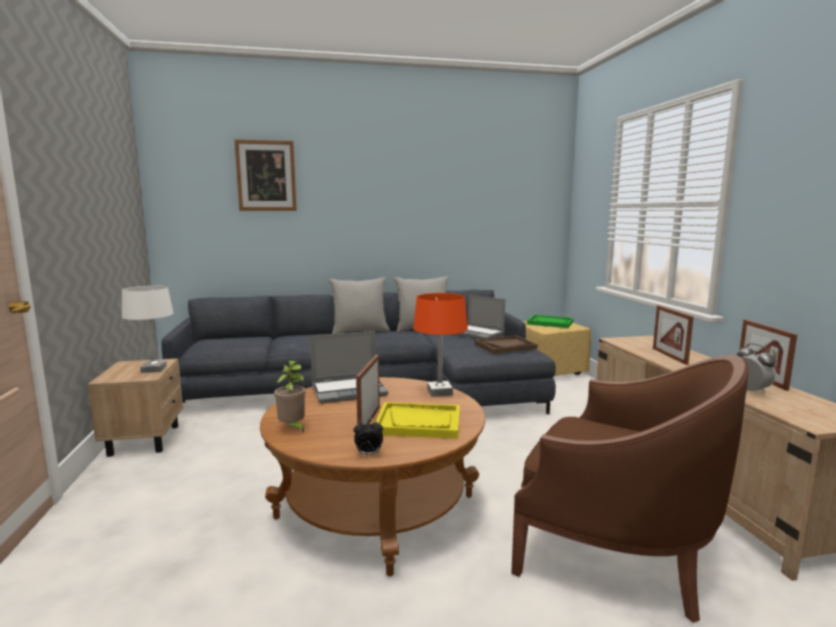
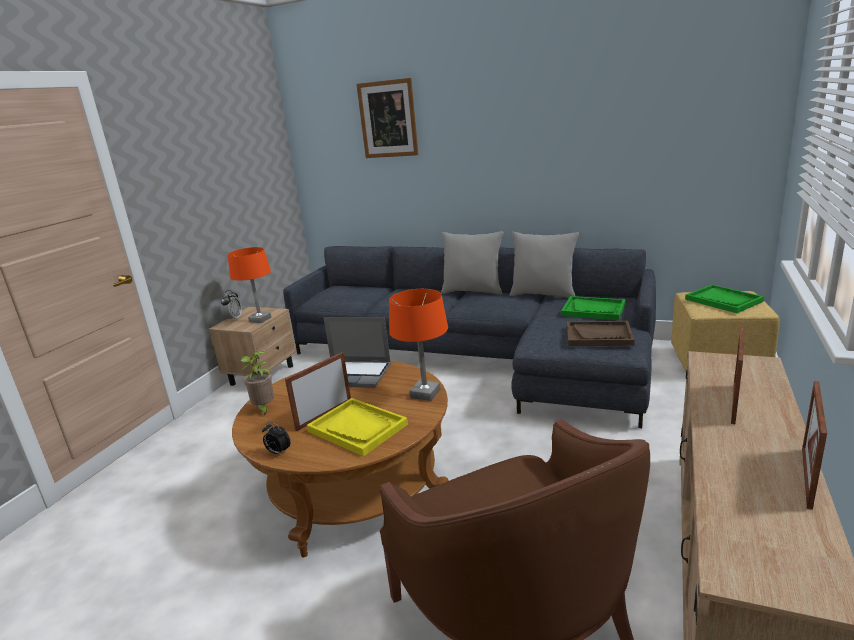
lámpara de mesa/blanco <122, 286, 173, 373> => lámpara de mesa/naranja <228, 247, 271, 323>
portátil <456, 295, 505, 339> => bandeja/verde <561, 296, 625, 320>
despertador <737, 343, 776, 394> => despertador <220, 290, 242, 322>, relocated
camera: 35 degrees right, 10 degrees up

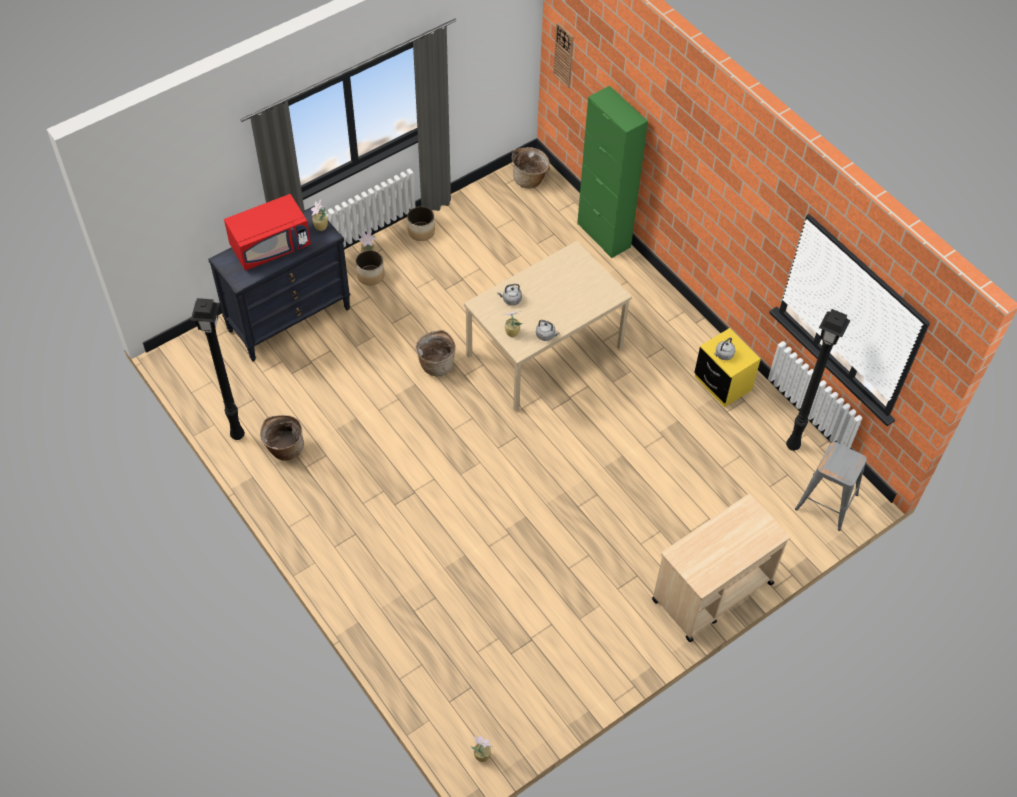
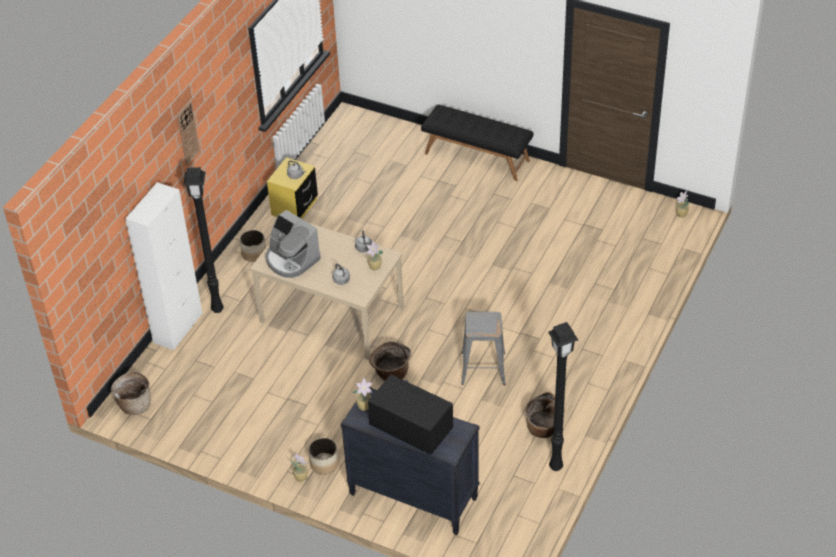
reloj de pared <553, 22, 573, 88> => reloj de pared <177, 101, 200, 165>, relocated
armario/verde <577, 86, 648, 258> => armario/blanco <125, 182, 203, 350>
microondas/rojo <224, 194, 311, 271> => microondas/negro <368, 375, 453, 456>
maceta <407, 206, 435, 241> => maceta <240, 230, 266, 262>, relocated
lámpara de pie/negro <786, 309, 850, 451> => lámpara de pie/negro <183, 167, 224, 313>, relocated
taburete/gris <795, 442, 867, 531> => taburete/gris <461, 312, 505, 385>, relocated
carrito/beis <652, 494, 790, 642> => banco/negro <421, 105, 534, 181>
nothing => cafetera <265, 210, 321, 278>
camera: 115 degrees left, 10 degrees down

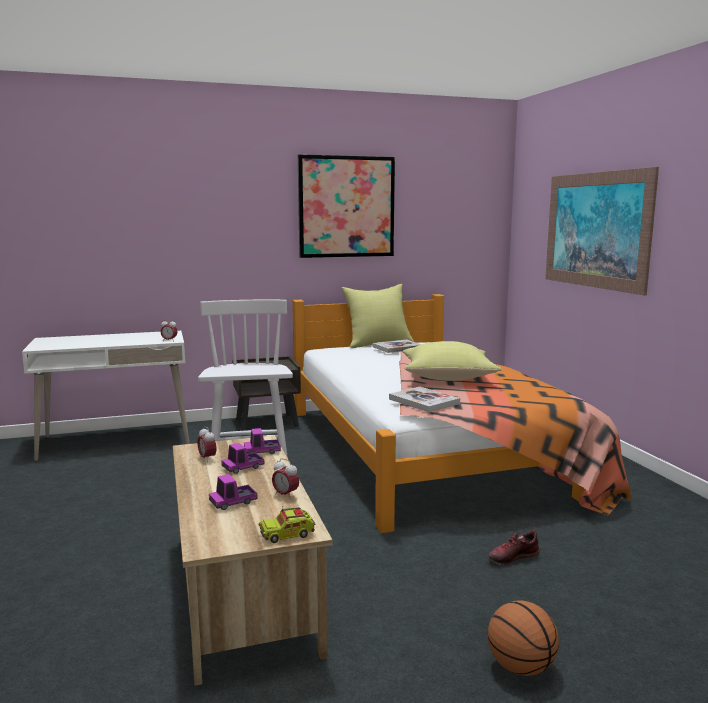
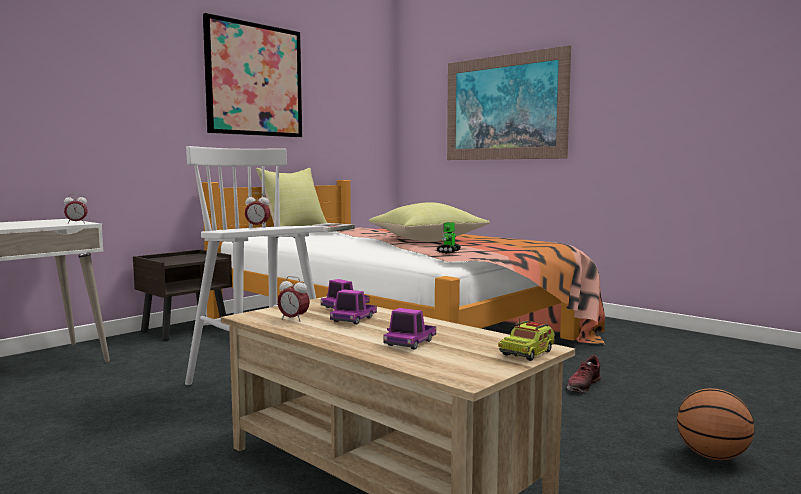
libro <389, 387, 460, 412> => robot de juguete <437, 222, 461, 254>
despertador <272, 458, 299, 499> => despertador <245, 193, 270, 228>, relocated
camera: 30 degrees left, 5 degrees down

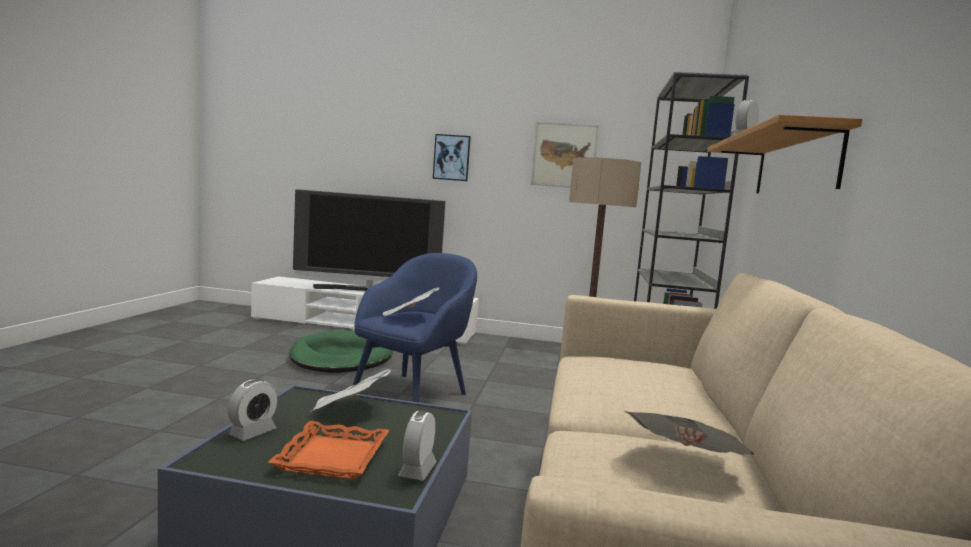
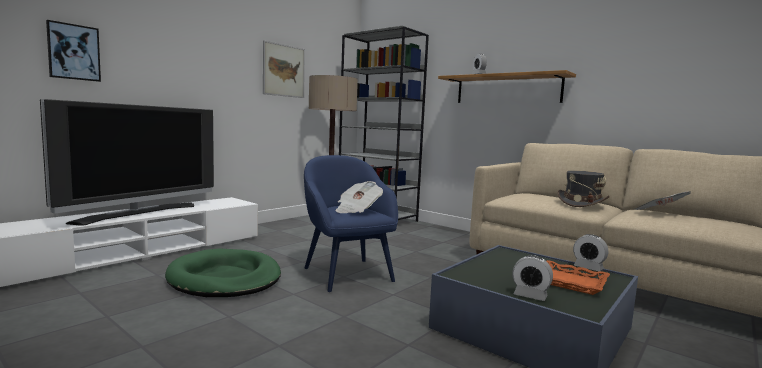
cuadro <433, 134, 471, 181> => cuadro <46, 20, 101, 82>, relocated
periódico <310, 370, 391, 412> => nothing
despertador <228, 379, 278, 440> => despertador <512, 255, 553, 301>, 150 degrees clockwise
nothing => sombrero/gris <557, 171, 610, 207>
camera: 60 degrees left, 0 degrees up

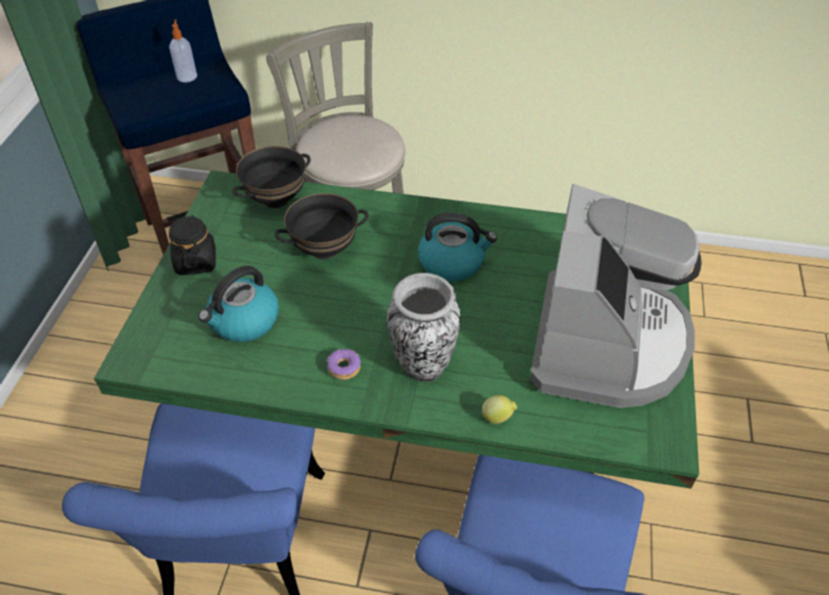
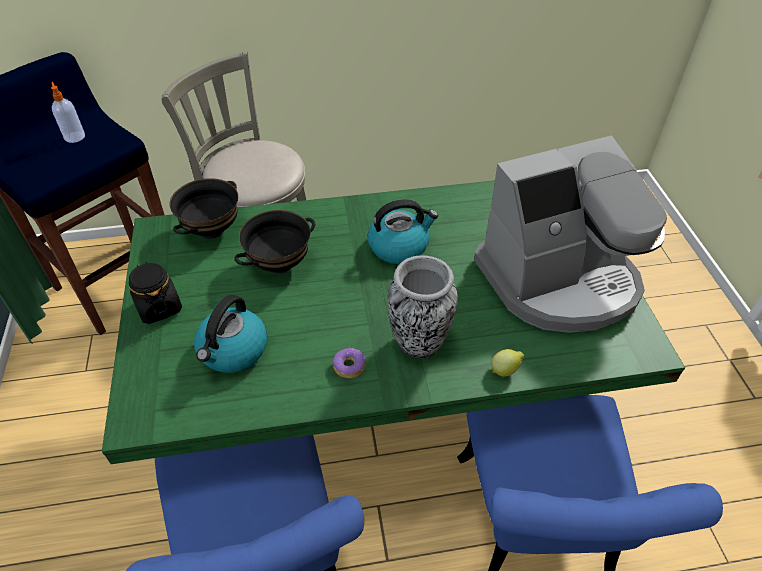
cafetera <530, 184, 702, 408> => cafetera <474, 135, 667, 333>, 75 degrees clockwise
camera: 20 degrees left, 0 degrees up

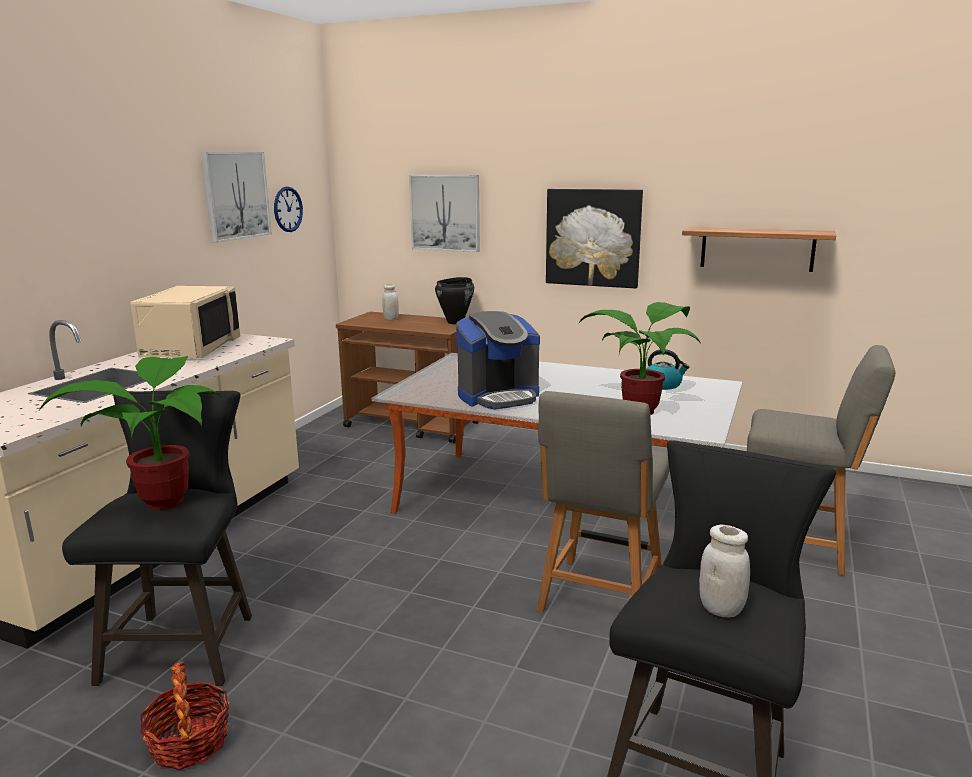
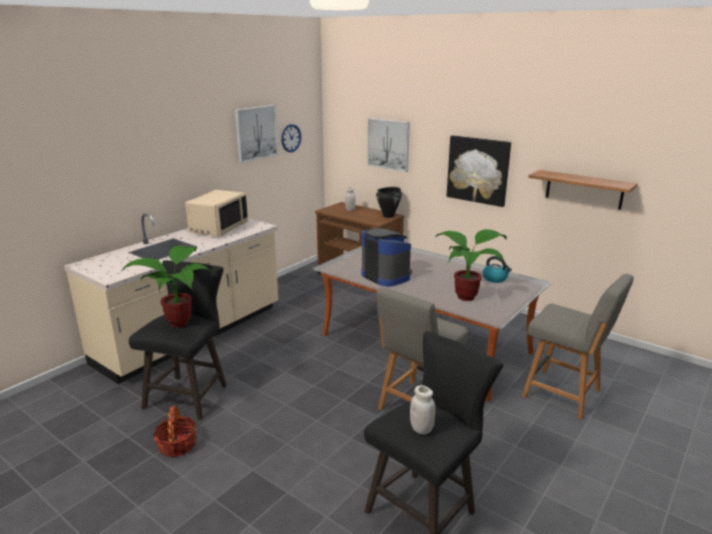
cafetera <456, 311, 540, 410> => cafetera <361, 228, 412, 286>, 120 degrees counterclockwise
camera: 15 degrees right, 5 degrees up

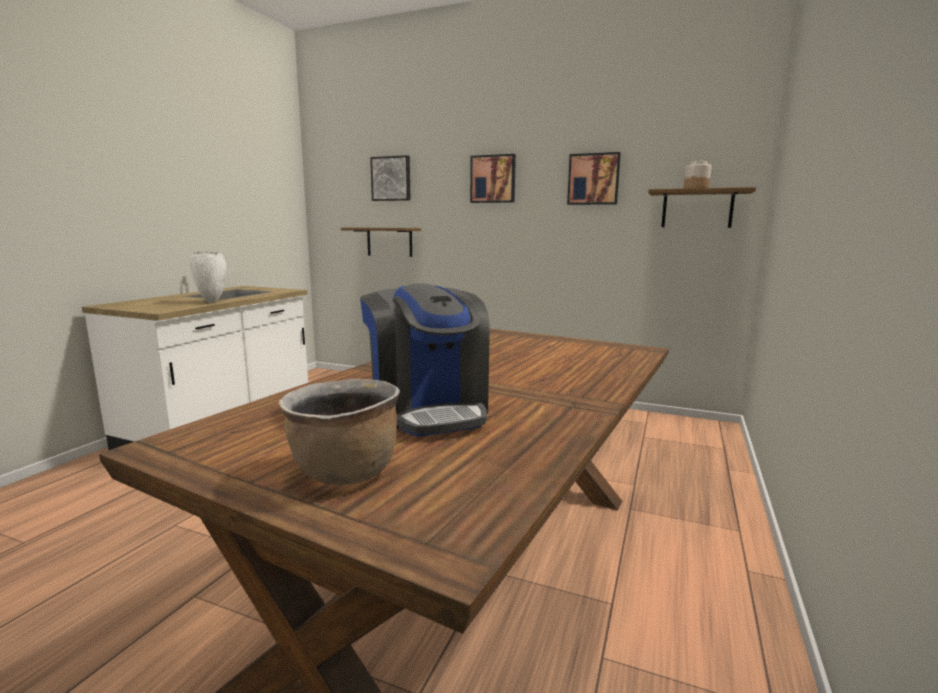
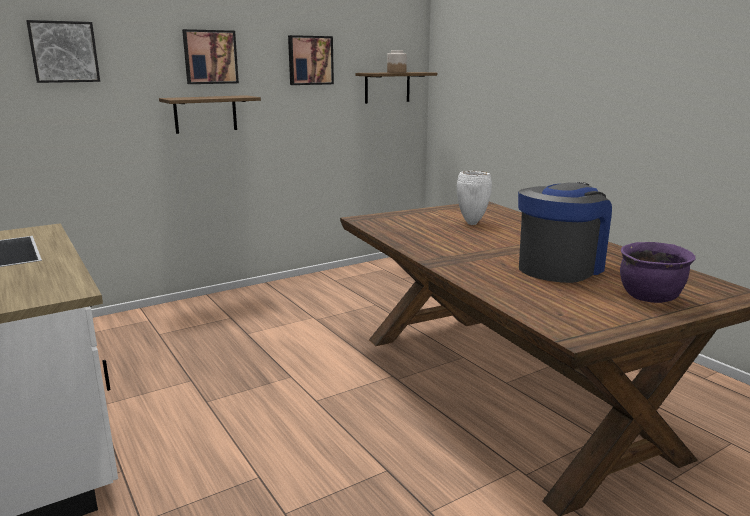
estante <341, 228, 421, 257> => estante <159, 95, 261, 134>, relocated
florero/blanco <190, 252, 227, 302> => florero/blanco <457, 171, 492, 225>, relocated
cafetera <360, 283, 490, 437> => cafetera <518, 182, 612, 283>, 60 degrees counterclockwise
olla/marrón <278, 379, 400, 485> => olla/morado <620, 242, 695, 303>
camera: 55 degrees left, 5 degrees up

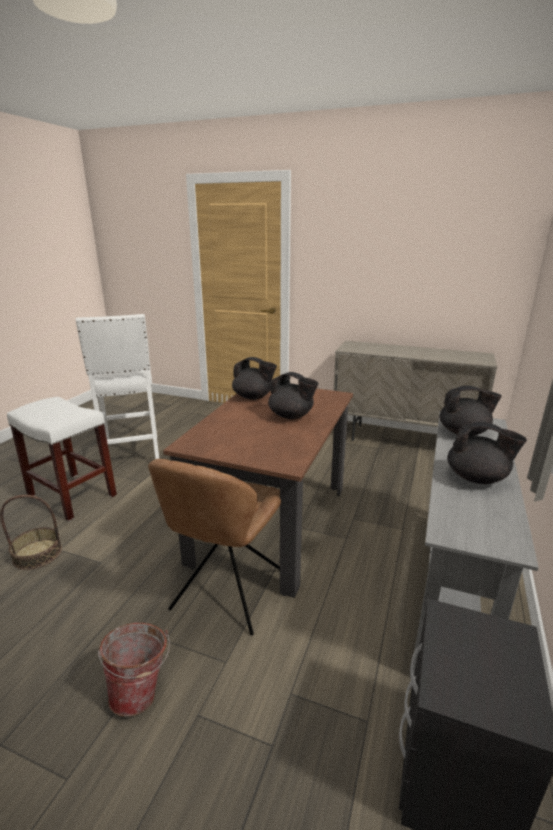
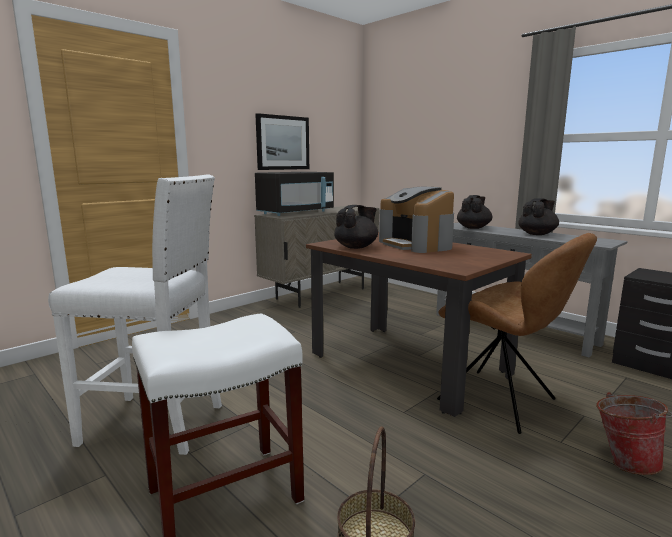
tetera/negro <268, 372, 319, 419> => cafetera <379, 187, 454, 253>
nothing => cuadro <255, 113, 309, 170>
nothing => microondas/negro <255, 172, 334, 216>
camera: 65 degrees left, 10 degrees down

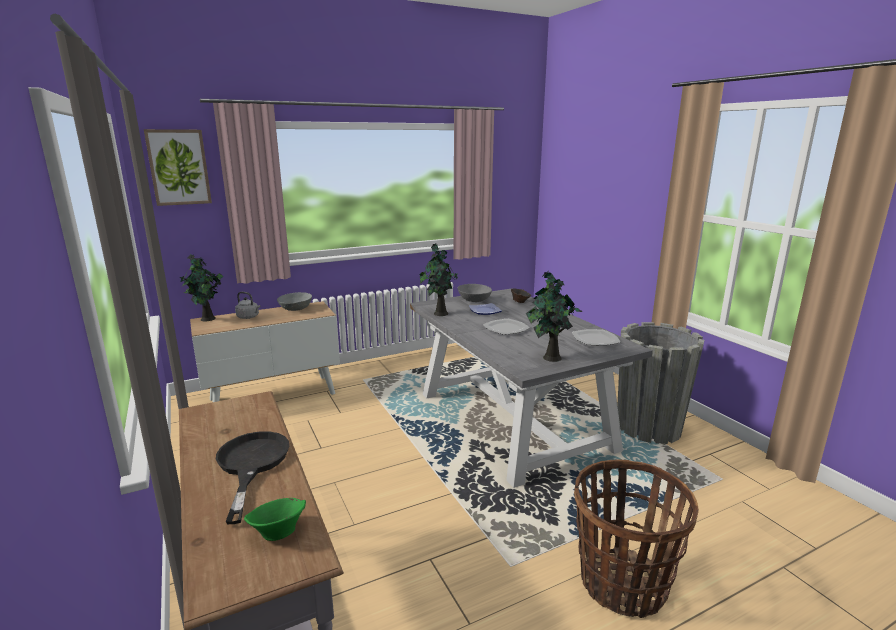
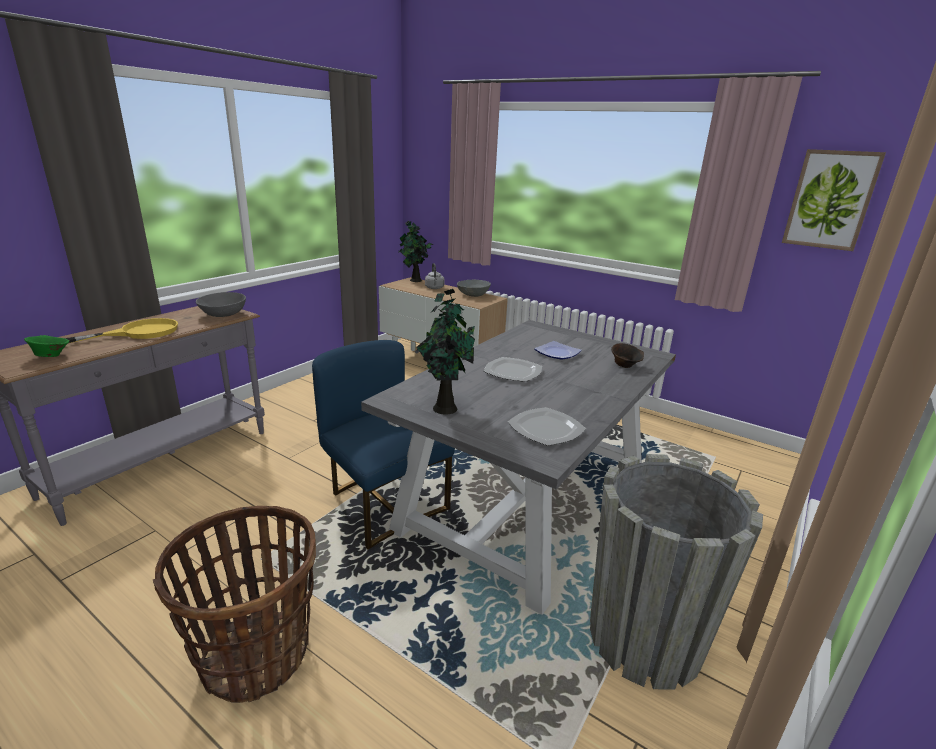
cuadro <144, 129, 212, 206> => cuadro <782, 149, 886, 251>, relocated
planta en maceta <420, 244, 458, 316> => nothing
cuenco/gris <458, 284, 492, 302> => cuenco/gris <196, 292, 246, 317>, relocated
sartén/negro <216, 431, 289, 524> => sartén/amarillo <65, 318, 178, 343>
nothing => silla/azul <312, 340, 455, 549>
camera: 60 degrees right, 5 degrees up

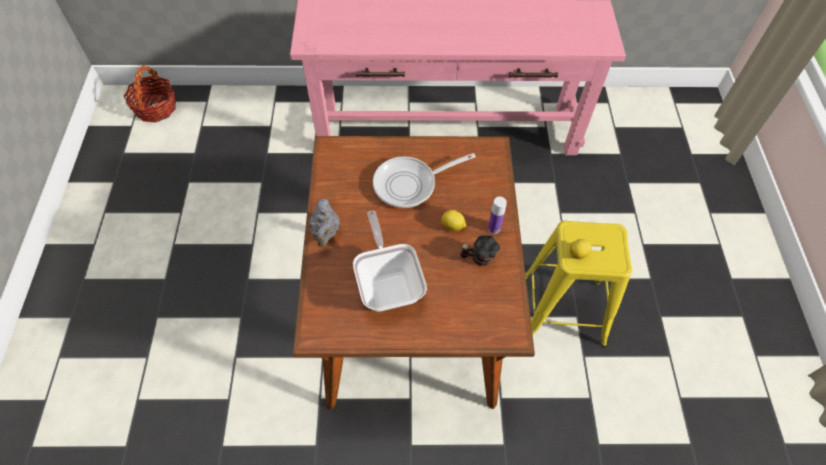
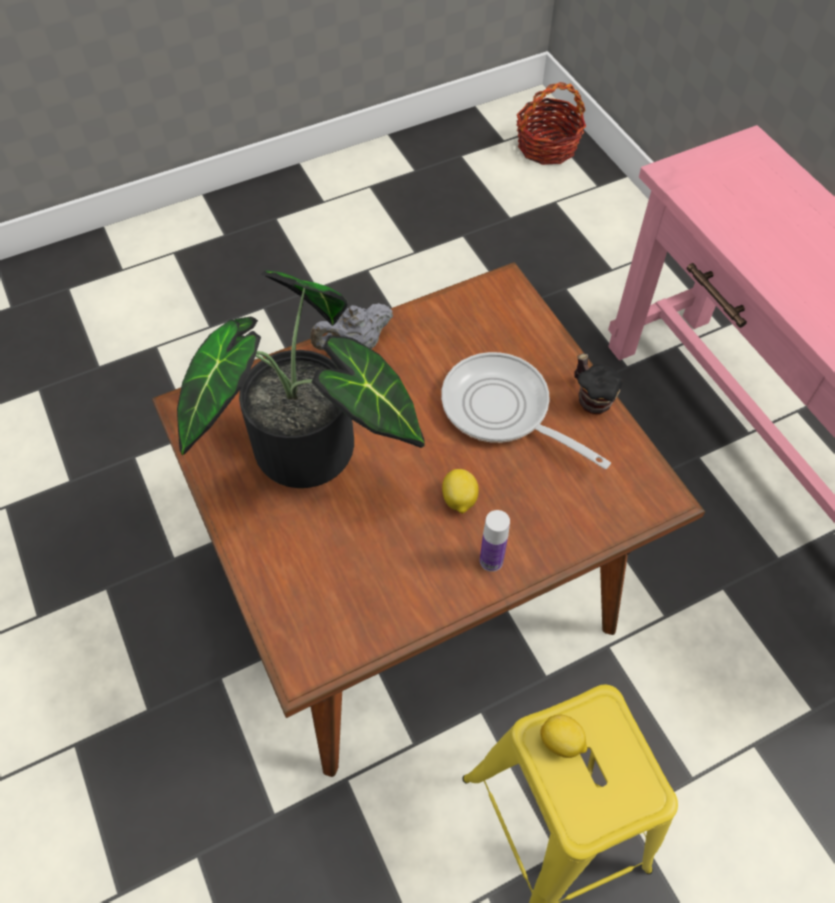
sartén <353, 211, 427, 312> => planta en maceta <177, 271, 425, 488>
taza grande <460, 235, 500, 266> => taza grande <574, 353, 623, 414>, relocated
camera: 65 degrees right, 0 degrees up

